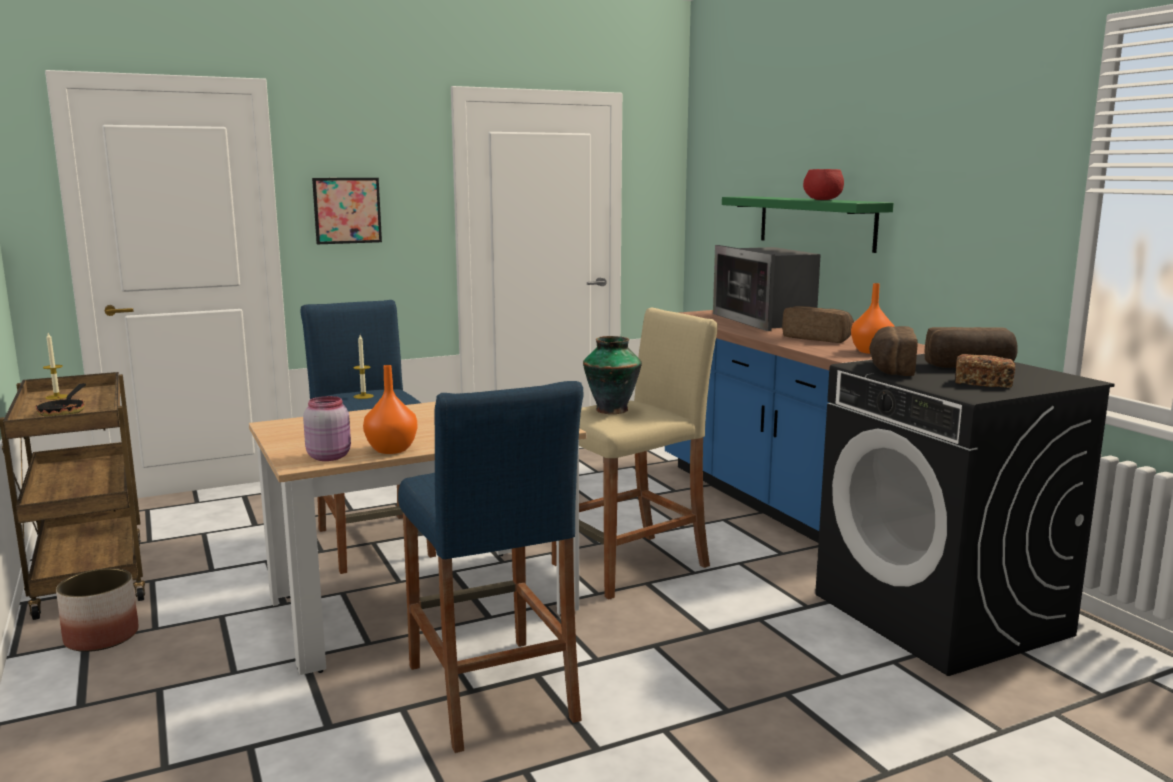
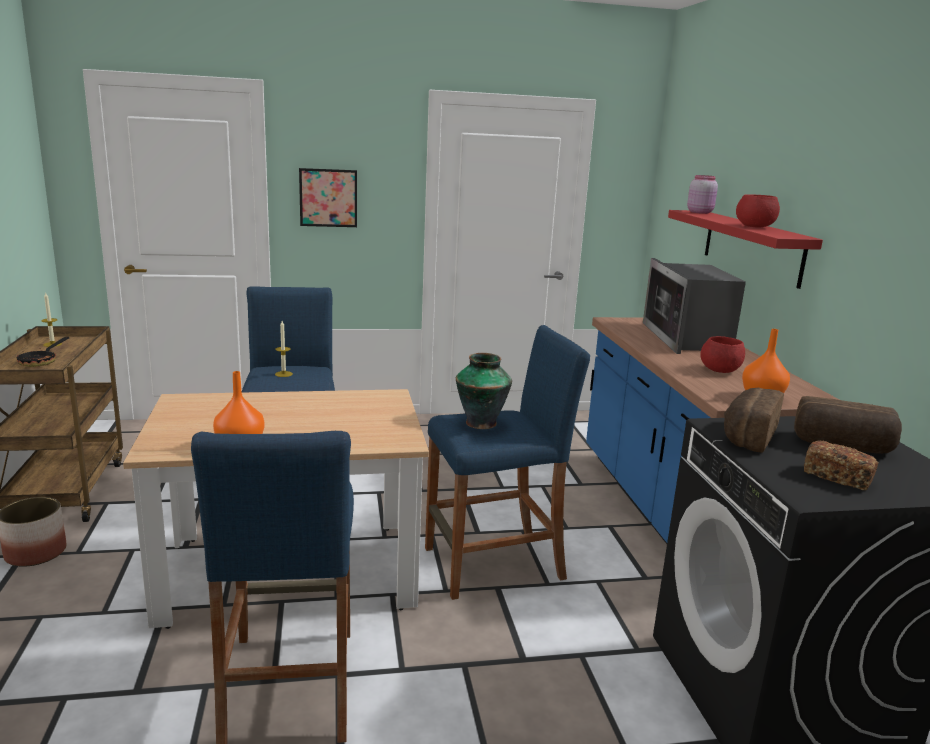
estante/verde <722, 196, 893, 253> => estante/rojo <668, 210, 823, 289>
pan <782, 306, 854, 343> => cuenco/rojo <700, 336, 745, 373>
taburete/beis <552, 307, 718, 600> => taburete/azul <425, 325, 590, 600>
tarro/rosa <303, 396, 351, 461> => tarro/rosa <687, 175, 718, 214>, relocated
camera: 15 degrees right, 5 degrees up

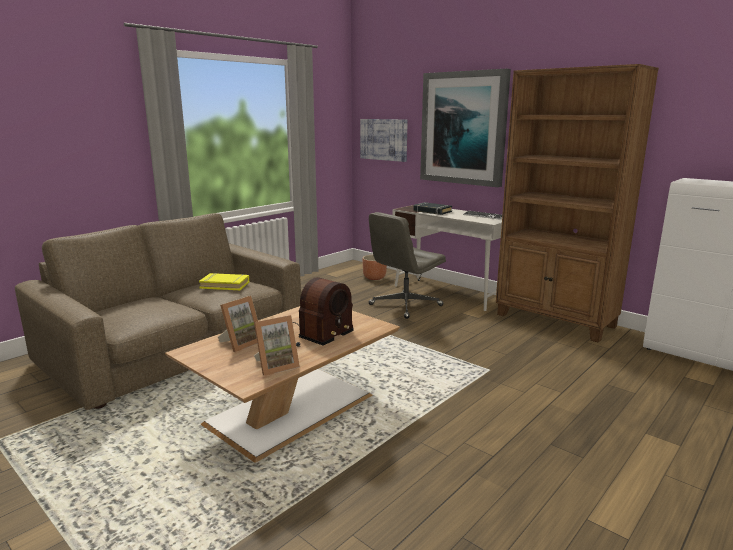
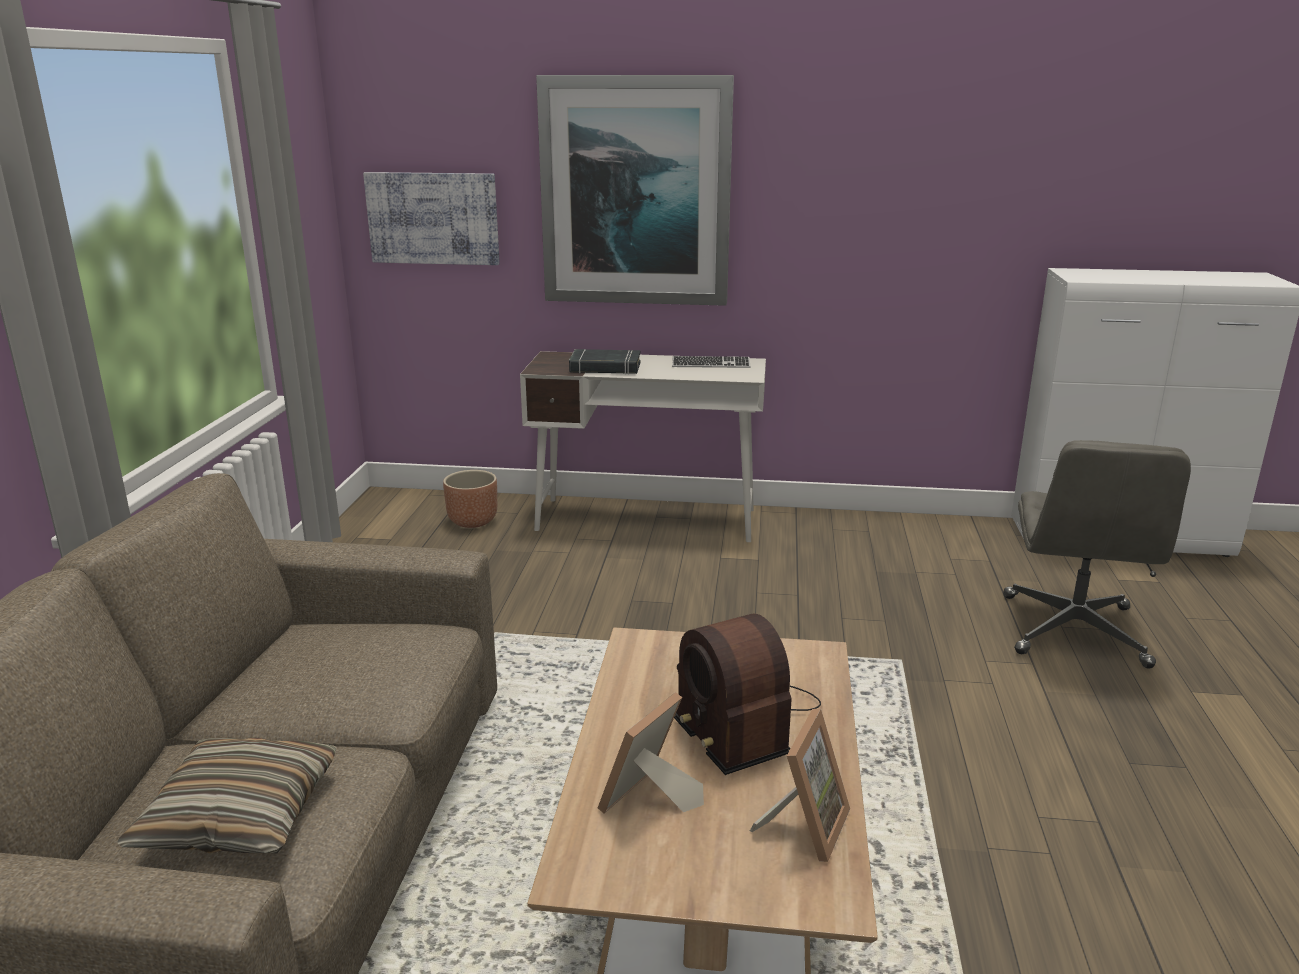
estantería/marrón <496, 64, 659, 343> => nothing
silla de oficina/gris <368, 212, 446, 319> => silla de oficina/gris <1003, 440, 1191, 669>, relocated
libro/amarillo <199, 273, 249, 290> => nothing
radio <293, 277, 354, 347> => radio <674, 614, 821, 775>, 150 degrees clockwise
portarretratos <218, 296, 258, 352> => portarretratos <598, 692, 704, 814>, 150 degrees counterclockwise
nothing => cojín <117, 738, 337, 853>
camera: 35 degrees left, 5 degrees up

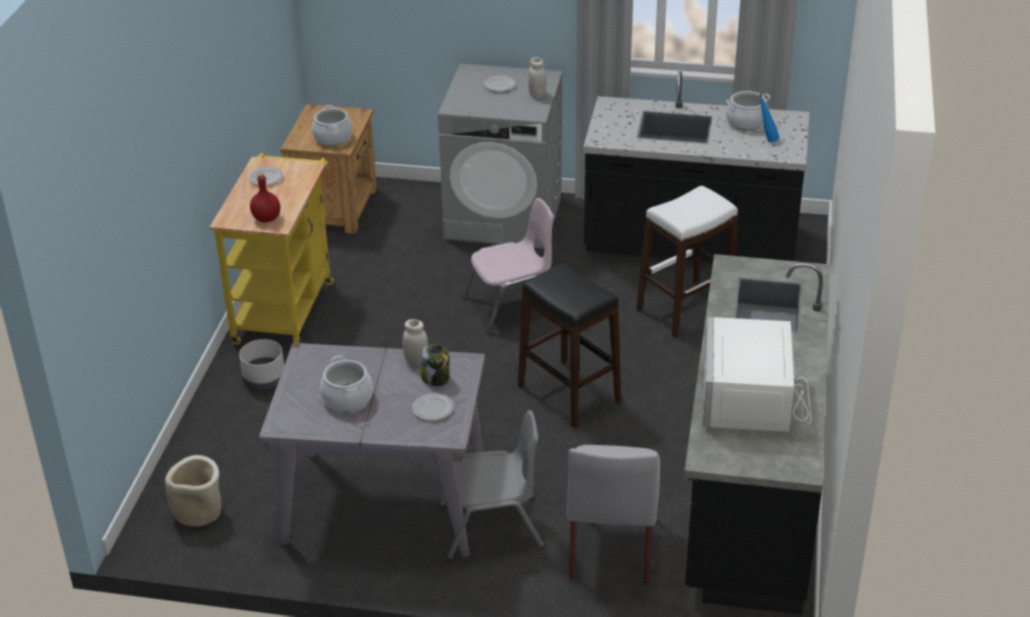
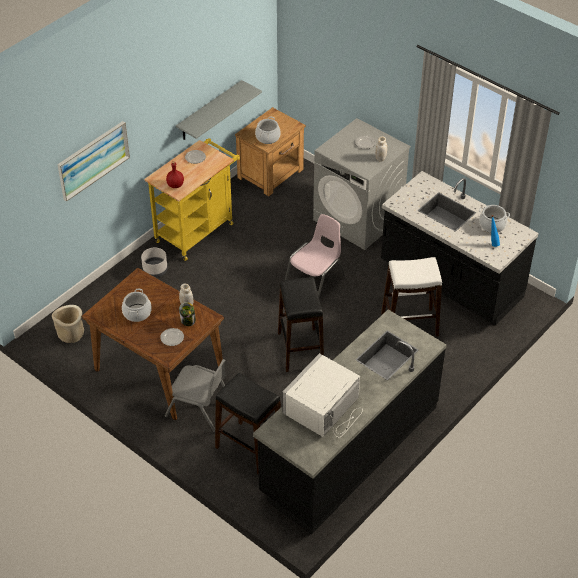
silla/rosa <462, 198, 554, 334> => silla/rosa <285, 214, 345, 297>, 60 degrees counterclockwise
mesa de comedor/gris <259, 343, 485, 557> => mesa de comedor/marrón <81, 268, 224, 420>
silla/gris <567, 445, 660, 586> => taburete/negro <215, 373, 281, 475>
nothing => estante/gris <176, 80, 262, 140>
nothing => cuadro <57, 121, 130, 202>
camera: 30 degrees right, 10 degrees up

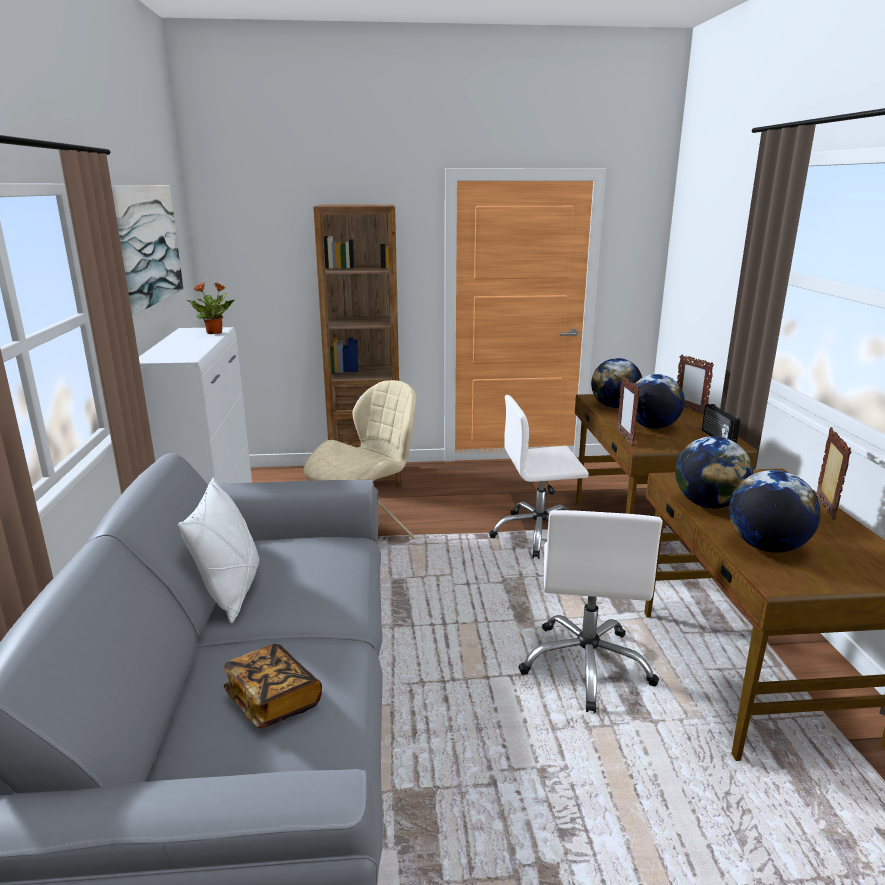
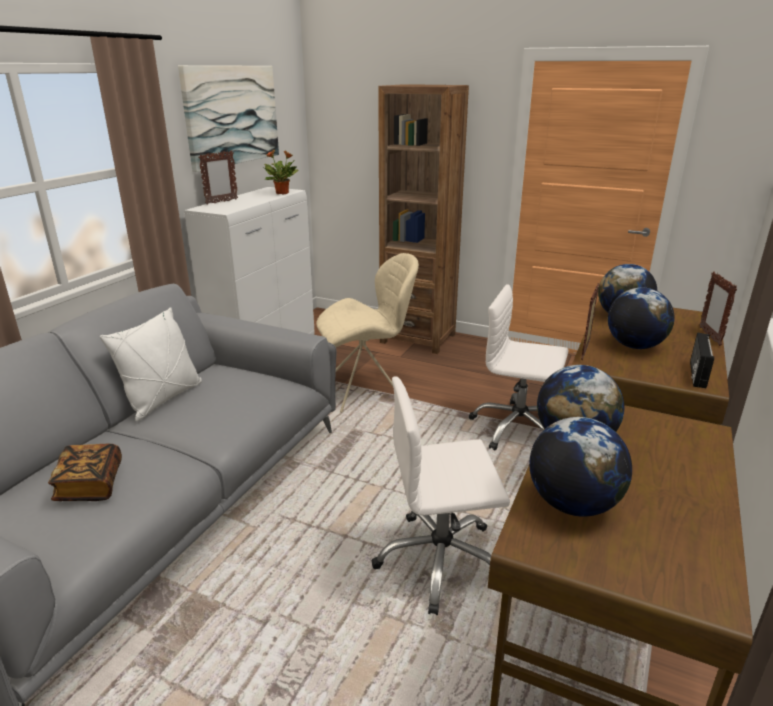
portarretratos <816, 427, 851, 520> => portarretratos <199, 150, 238, 205>, relocated
silla de oficina/blanco <518, 510, 663, 713> => silla de oficina/blanco <372, 377, 510, 615>, 45 degrees clockwise
camera: 30 degrees right, 5 degrees up

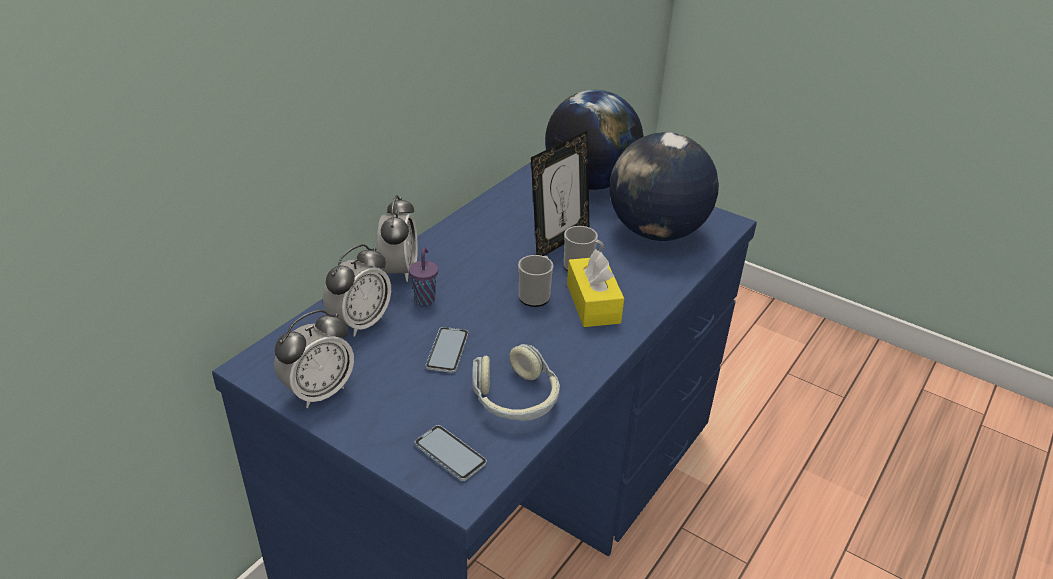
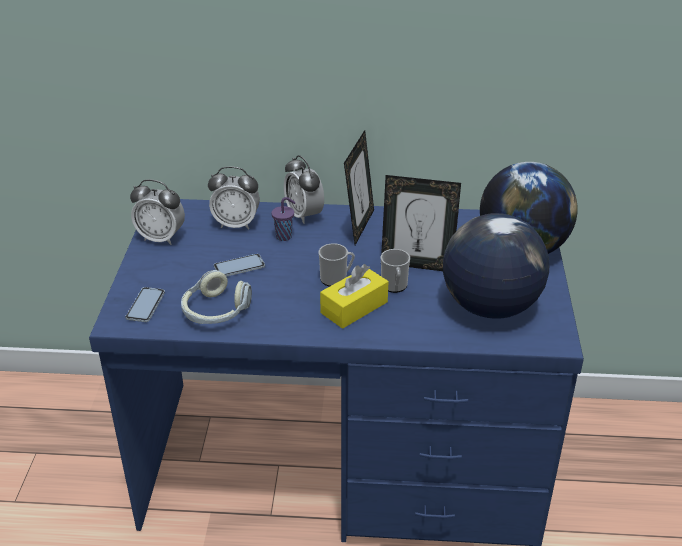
despertador <377, 195, 418, 282> => despertador <284, 155, 324, 224>, 90 degrees clockwise
nothing => portarretratos <344, 130, 374, 245>
camera: 60 degrees right, 0 degrees up

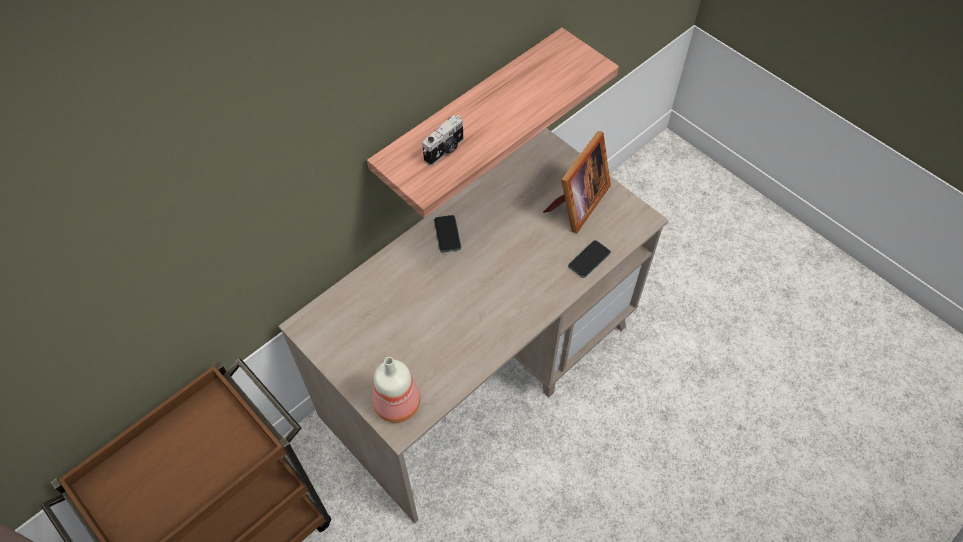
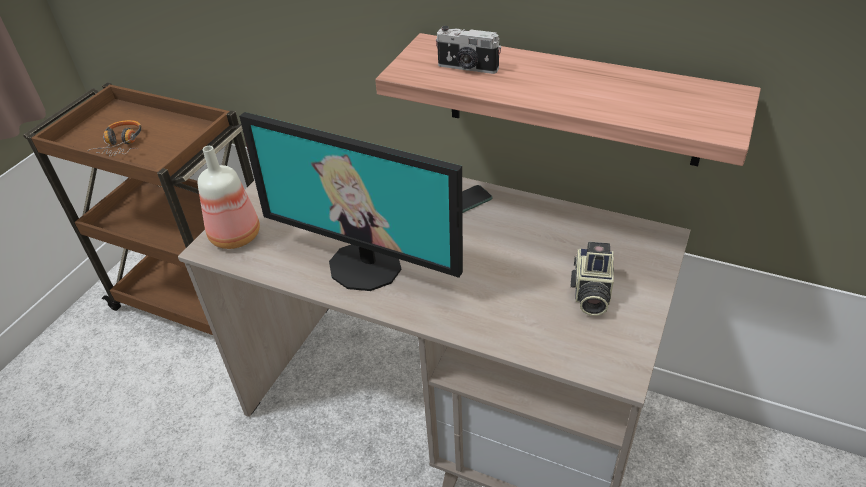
portarretratos <543, 131, 611, 233> => cámara <570, 242, 614, 316>
móvil <568, 240, 611, 278> => nothing
nothing => monitor <239, 112, 463, 291>
nothing => auriculares <88, 120, 142, 156>
camera: 70 degrees right, 15 degrees down

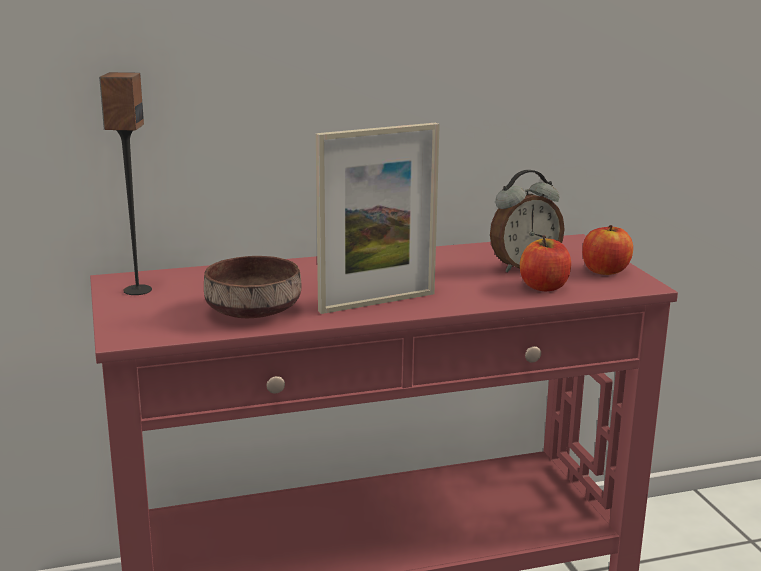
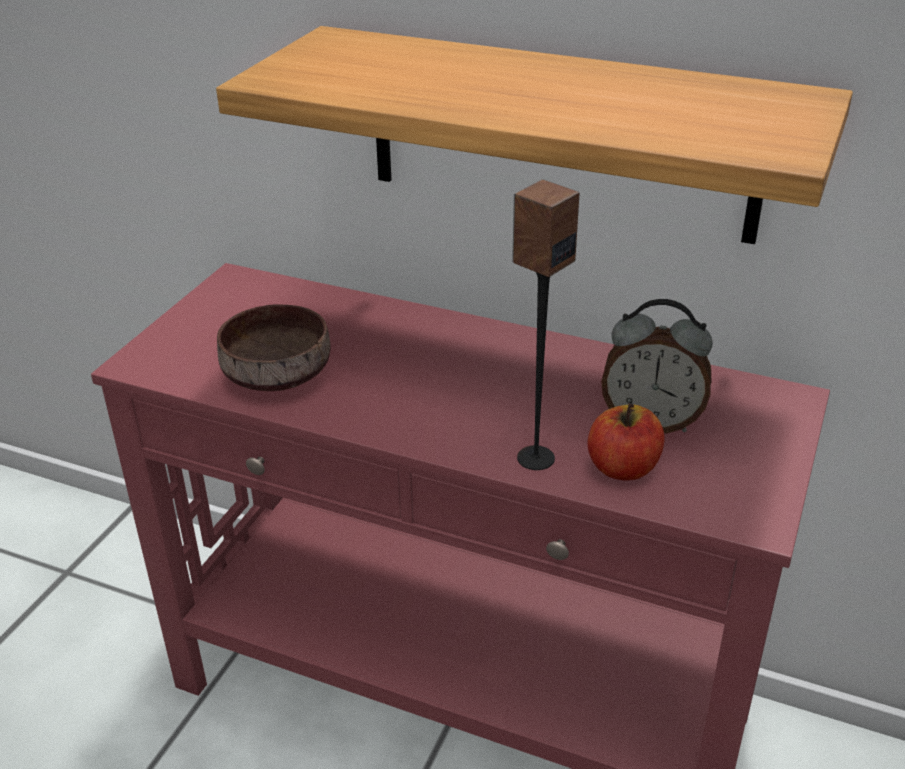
altavoz <99, 72, 152, 295> => altavoz <512, 179, 579, 470>, relocated
portarretratos <316, 123, 440, 314> => nothing
manzana <582, 225, 633, 275> => nothing
nothing => estante <216, 26, 853, 244>
camera: 40 degrees right, 15 degrees up

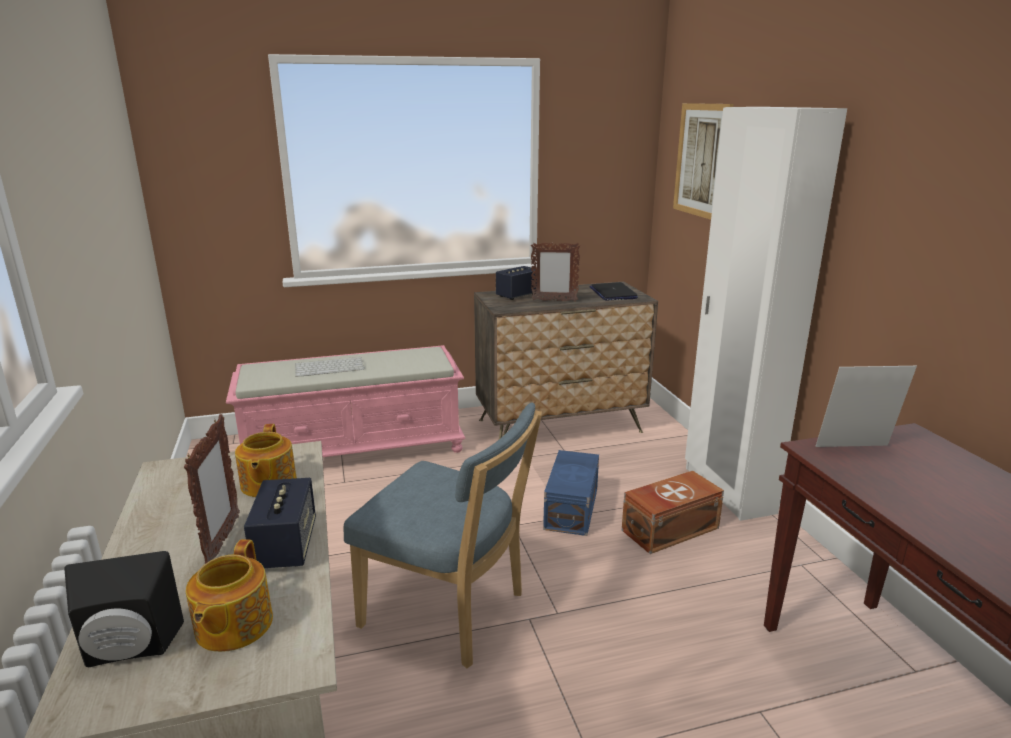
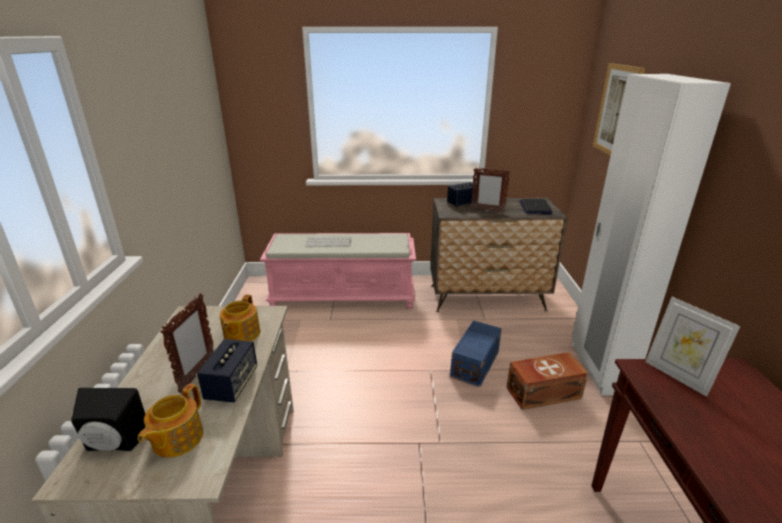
portarretratos <815, 366, 917, 447> => portarretratos <646, 297, 740, 397>, 135 degrees counterclockwise
silla/azul <344, 402, 542, 668> => nothing
camera: 15 degrees right, 5 degrees up

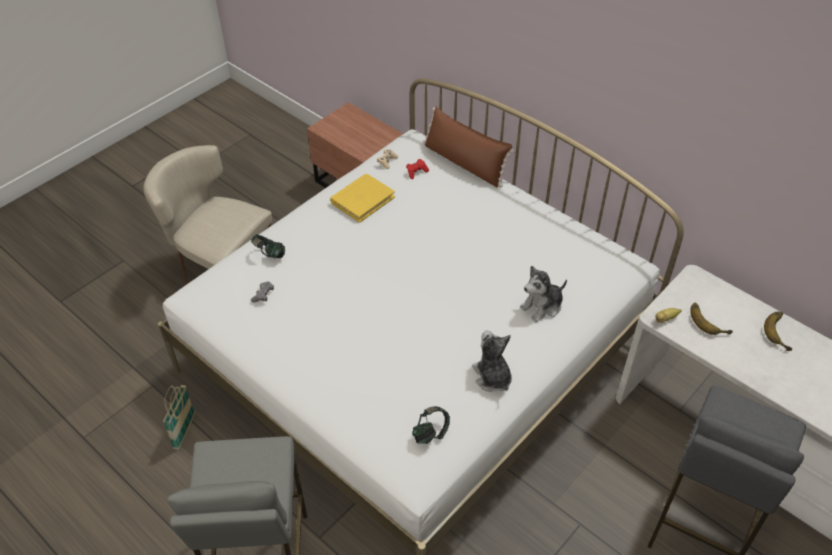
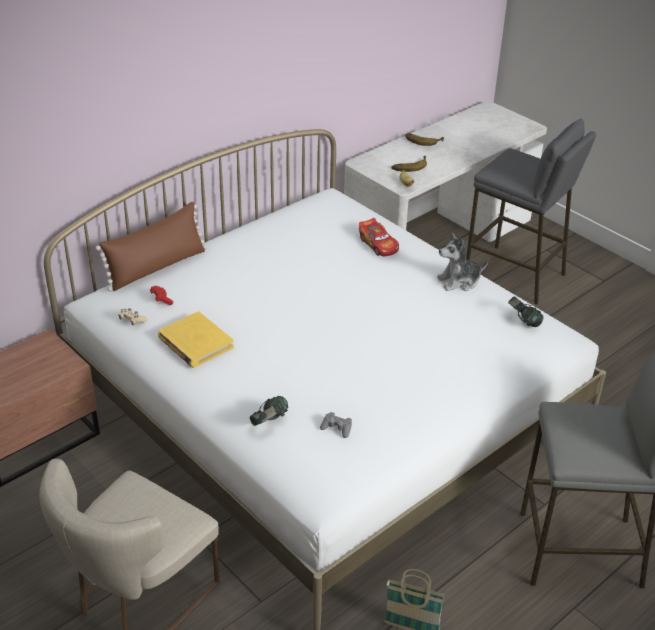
peluche <520, 266, 567, 322> => coche de juguete <359, 218, 399, 256>
camera: 85 degrees left, 10 degrees down

